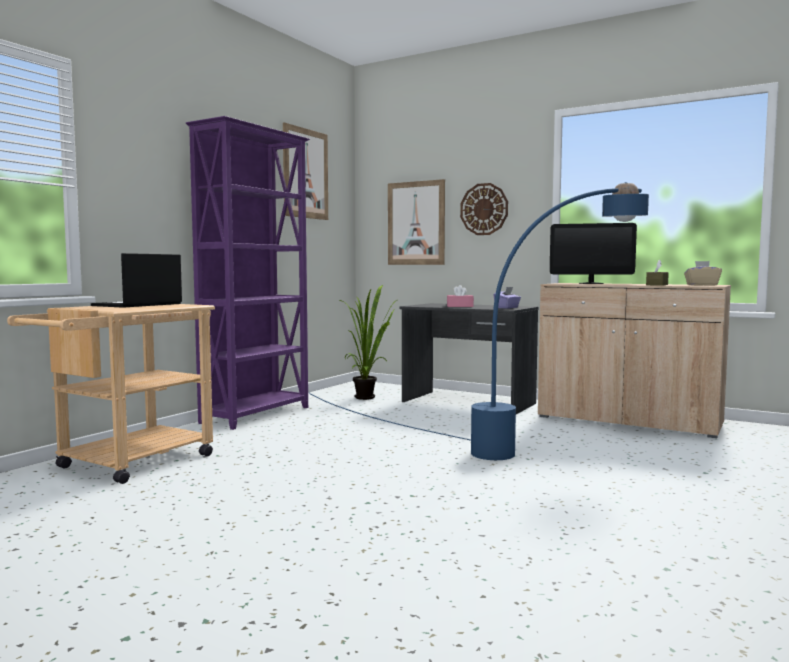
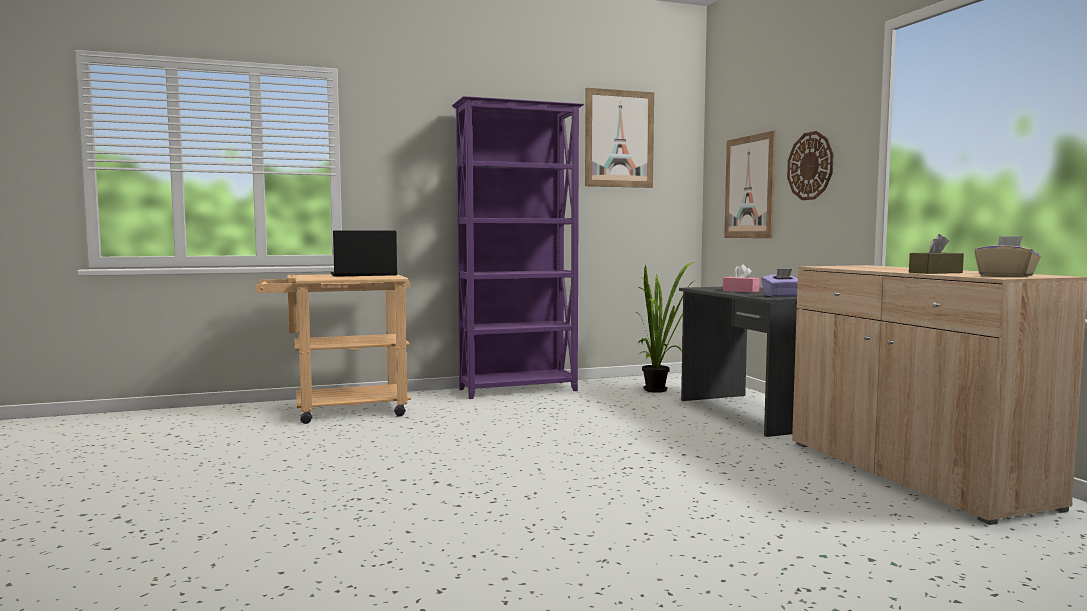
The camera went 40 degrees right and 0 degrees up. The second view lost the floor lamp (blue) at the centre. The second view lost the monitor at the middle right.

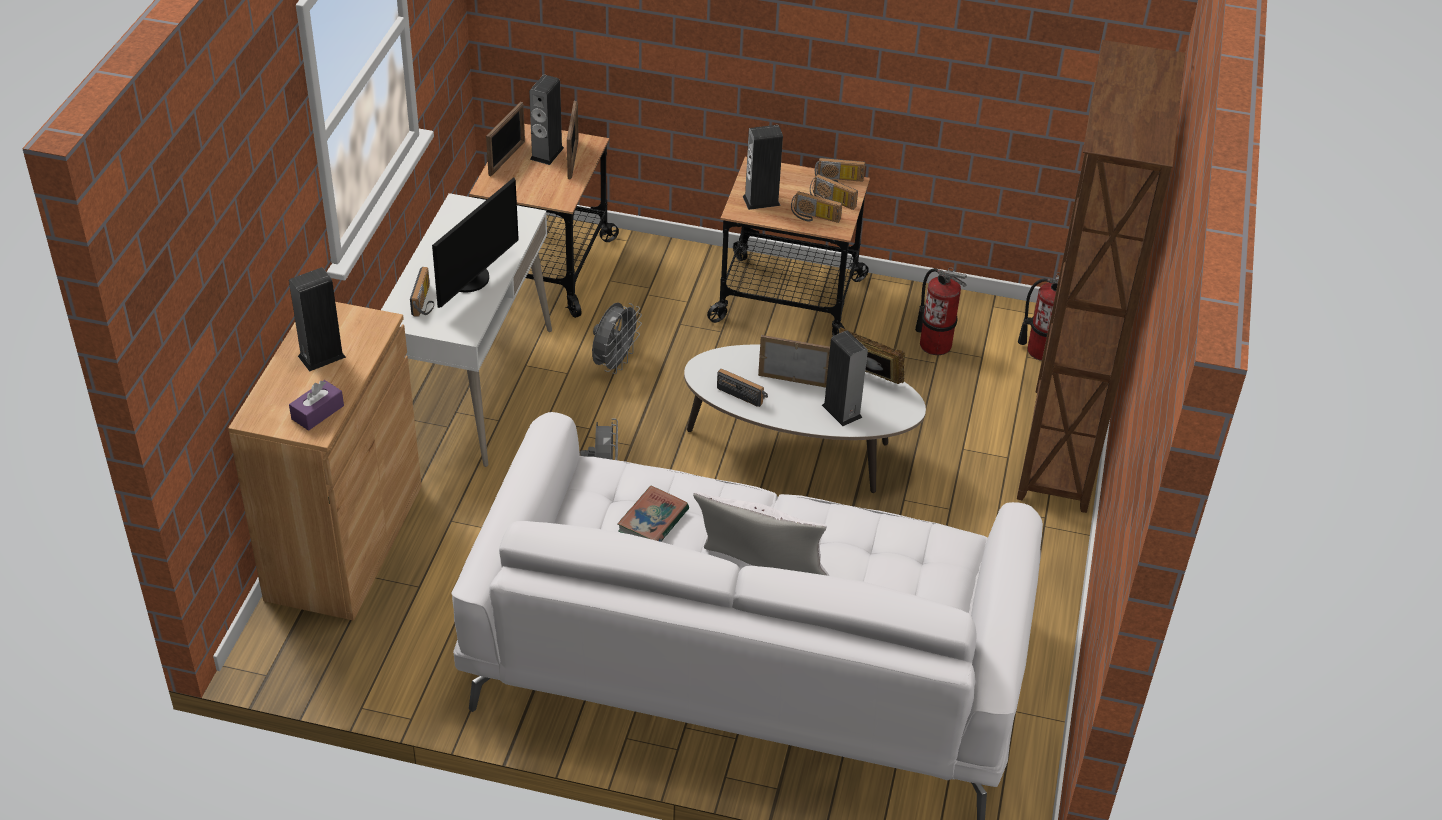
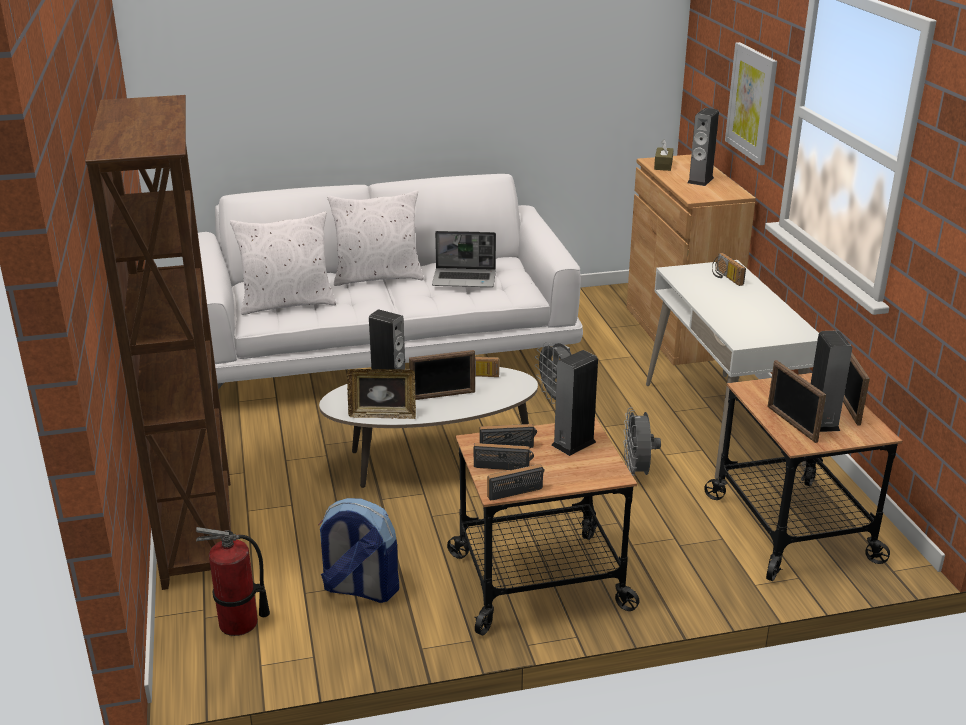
The camera went 155 degrees right and 15 degrees down. The second view gained the pillow (white) (1st from left) at the middle left. Where the fire extinguisher (1st from left) stood at the centre, the backpack came to stand at the bottom centre. Where the book stood at the centre, the laptop came to stand at the centre. What was the tissue box (purple) at the middle left turned into the tissue box (brown) at the top right. The second view gained the picture at the top right. The second view lost the monitor at the top left.

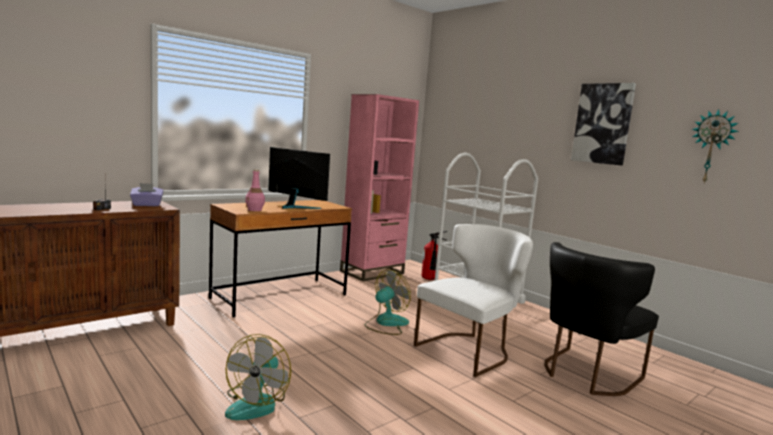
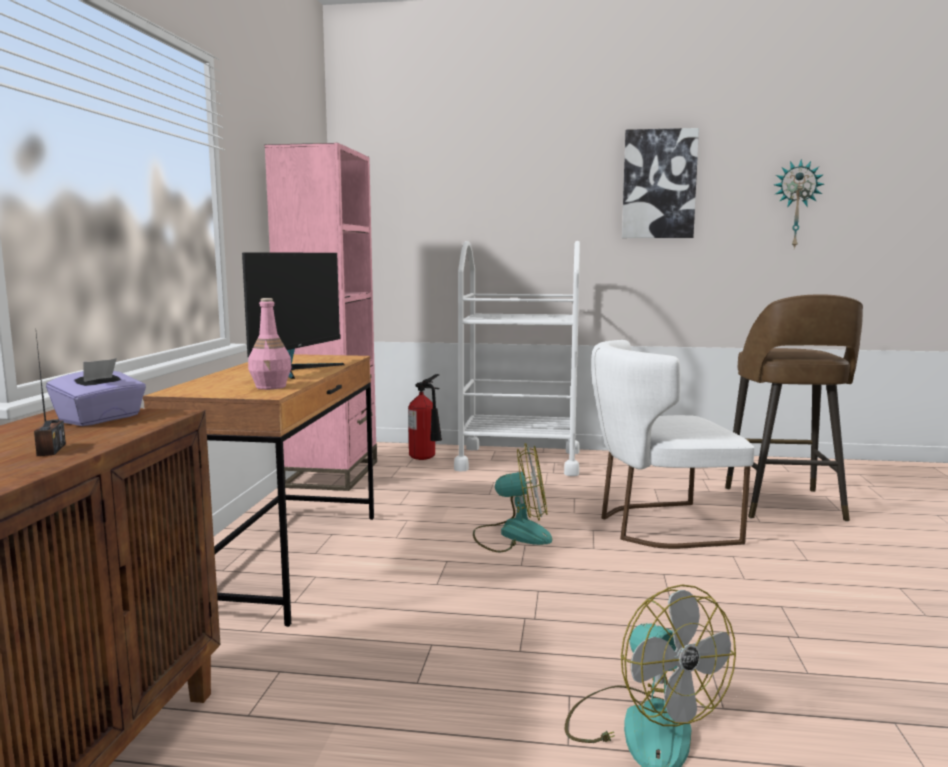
The camera went 40 degrees left and 0 degrees up. The monitor at the centre ended up facing another way, 120 degrees clockwise from before. The fan (2nd from left in the first image) at the bottom centre ended up facing another way, 90 degrees clockwise from before. The chair (white) at the bottom centre ended up facing another way, 105 degrees counterclockwise from before. Where the chair (black) stood at the bottom right, the stool (brown) came to stand at the middle right.

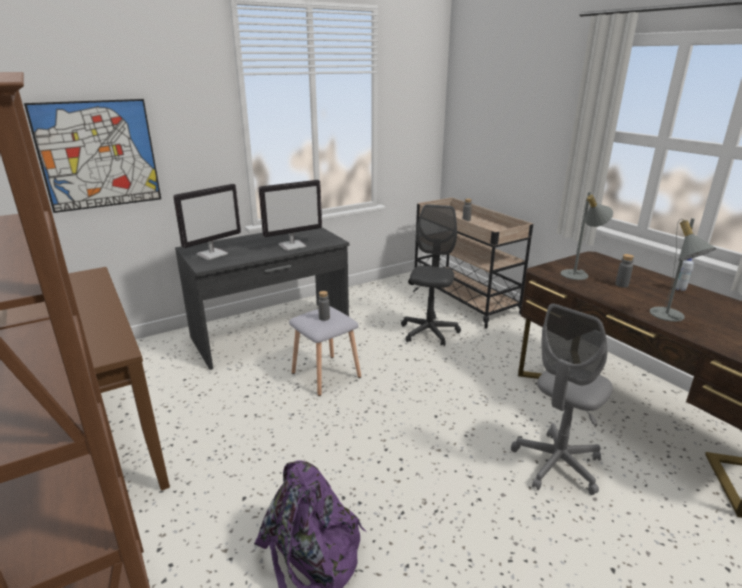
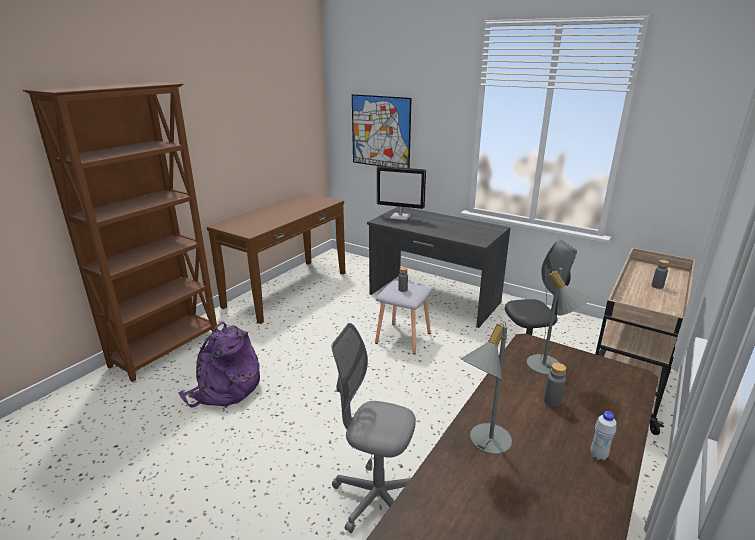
The camera went 65 degrees right and 0 degrees up. The second view lost the monitor (2nd from left) at the centre.

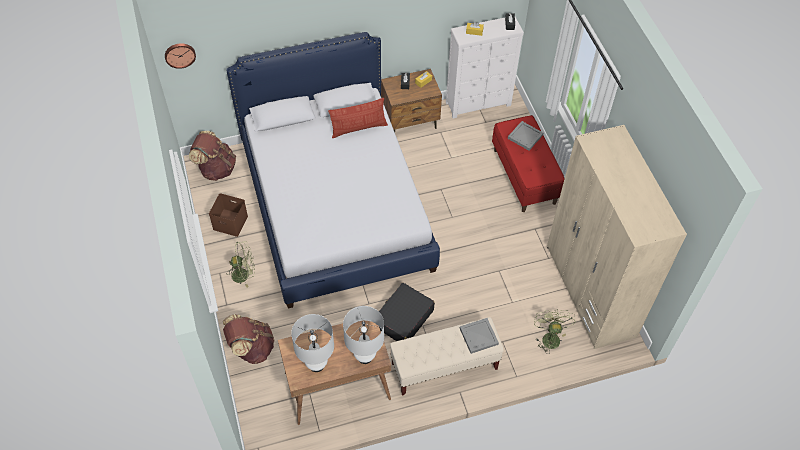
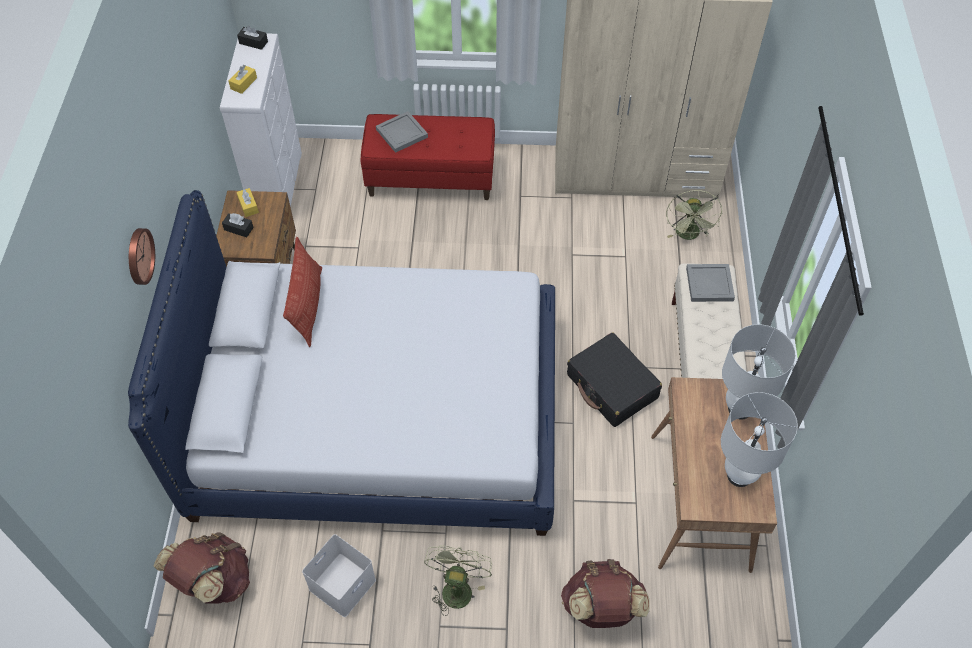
The camera went 70 degrees left and 0 degrees up. The wall clock ended up elsewhere, having gone from the top left to the middle left. What was the storage box (brown) at the middle left turned into the storage box (white) at the bottom centre. The fan (green) (2nd from left) at the bottom right ended up facing another way, 105 degrees counterclockwise from before.

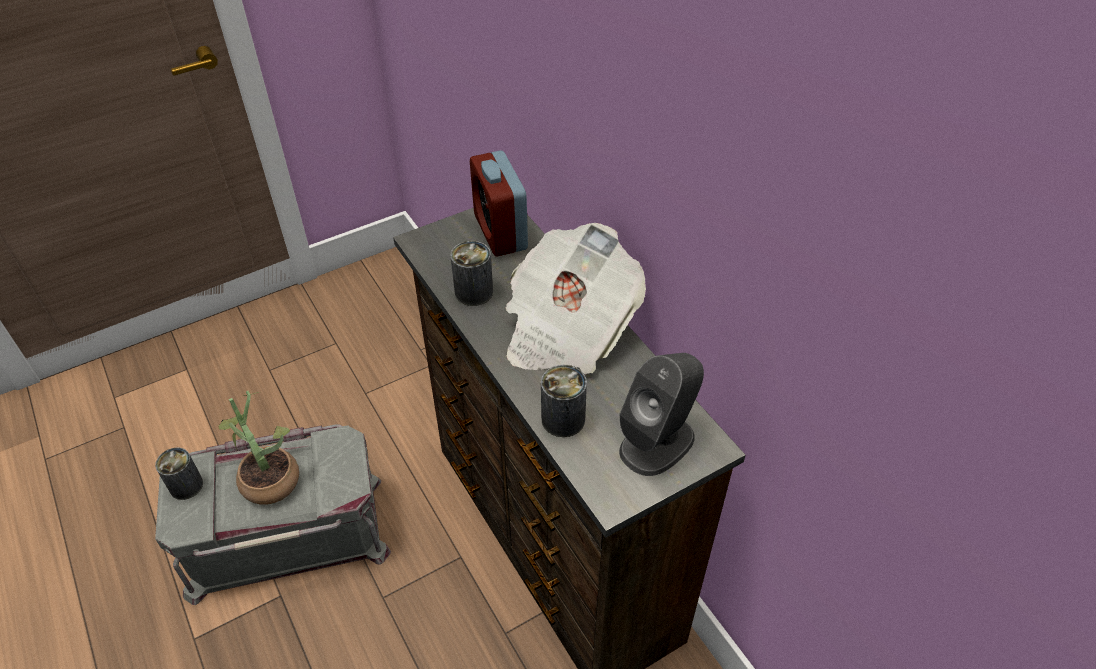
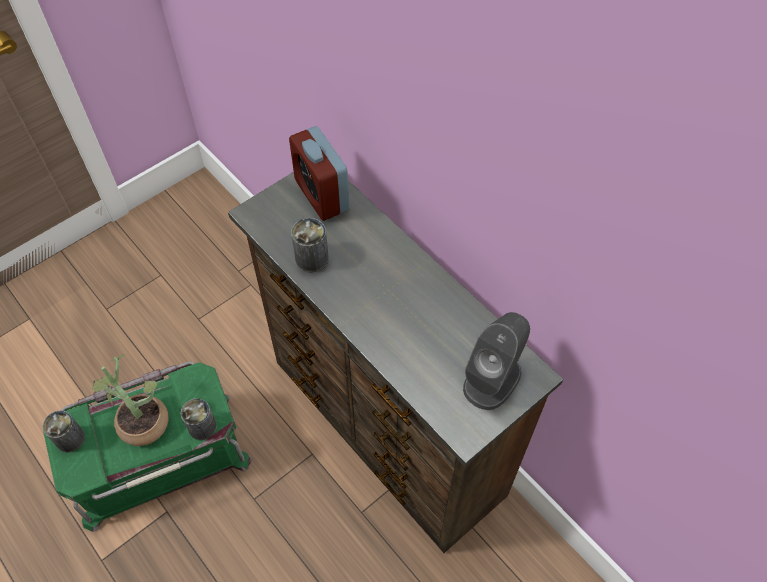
The camera went 10 degrees left and 10 degrees up. What was the storage box (grey) at the bottom left turned into the storage box (green) at the bottom left. The can (3rd from left in the first image) ended up elsewhere, having gone from the centre to the bottom left. The second view lost the newspaper at the centre.

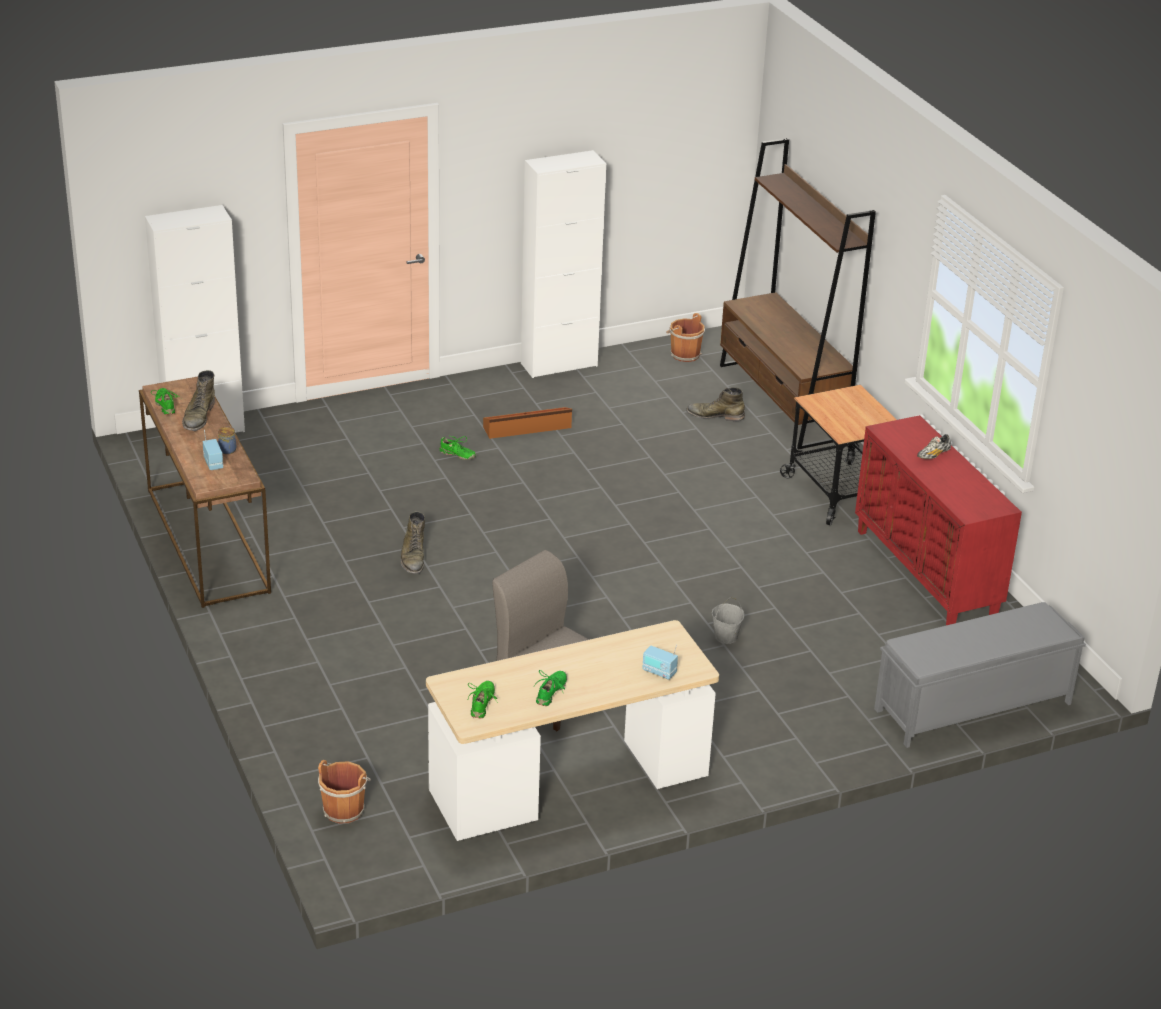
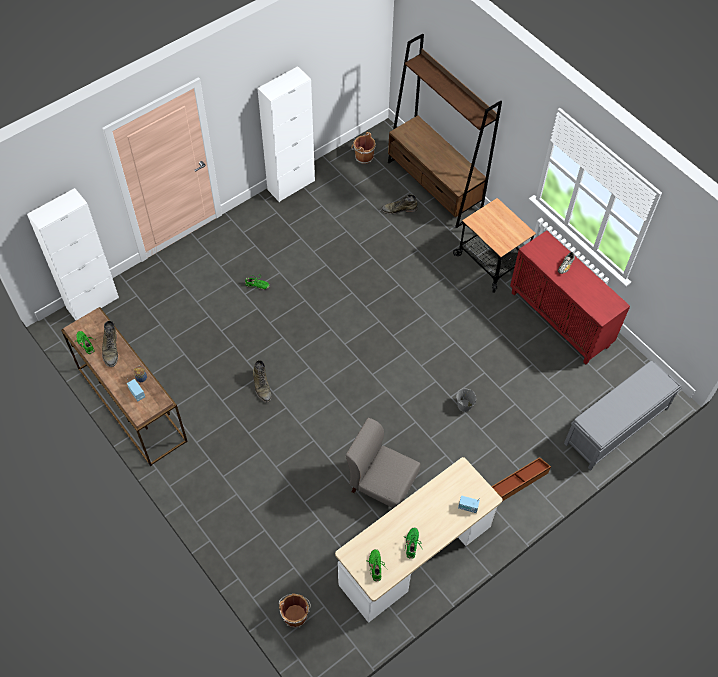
The camera went 15 degrees left and 25 degrees up. The storage box (brown) ended up elsewhere, having gone from the centre to the bottom right.

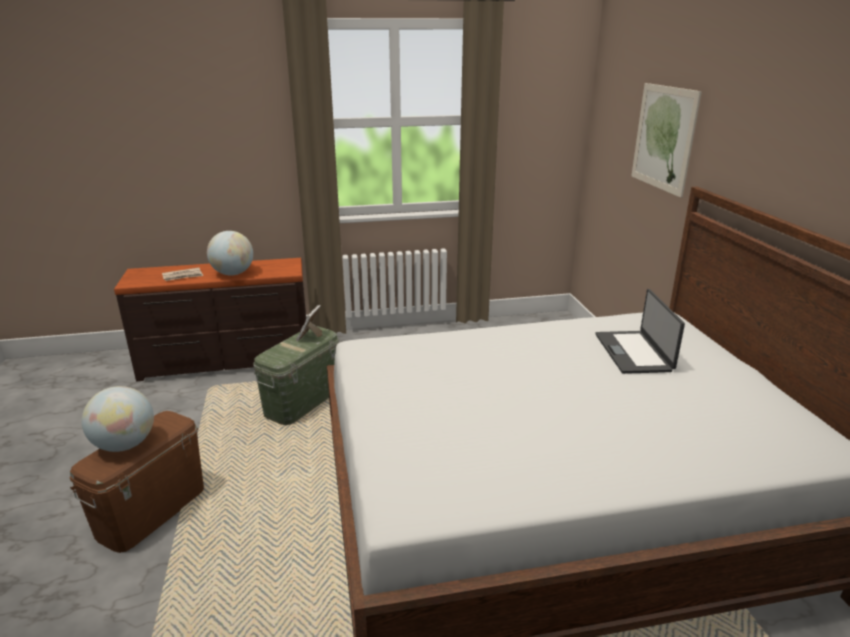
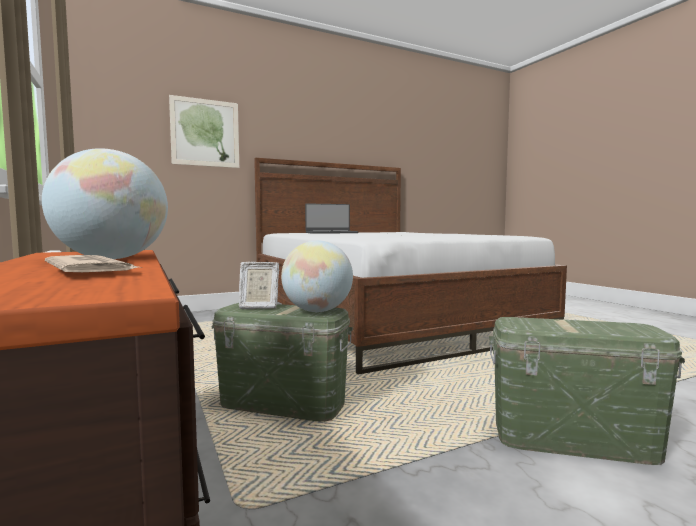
The camera went 105 degrees left and 20 degrees down. The globe (1st from left in the first image) ended up elsewhere, having gone from the middle left to the centre. What was the storage box (brown) at the bottom left turned into the storage box (green) (2nd from left) at the bottom right.

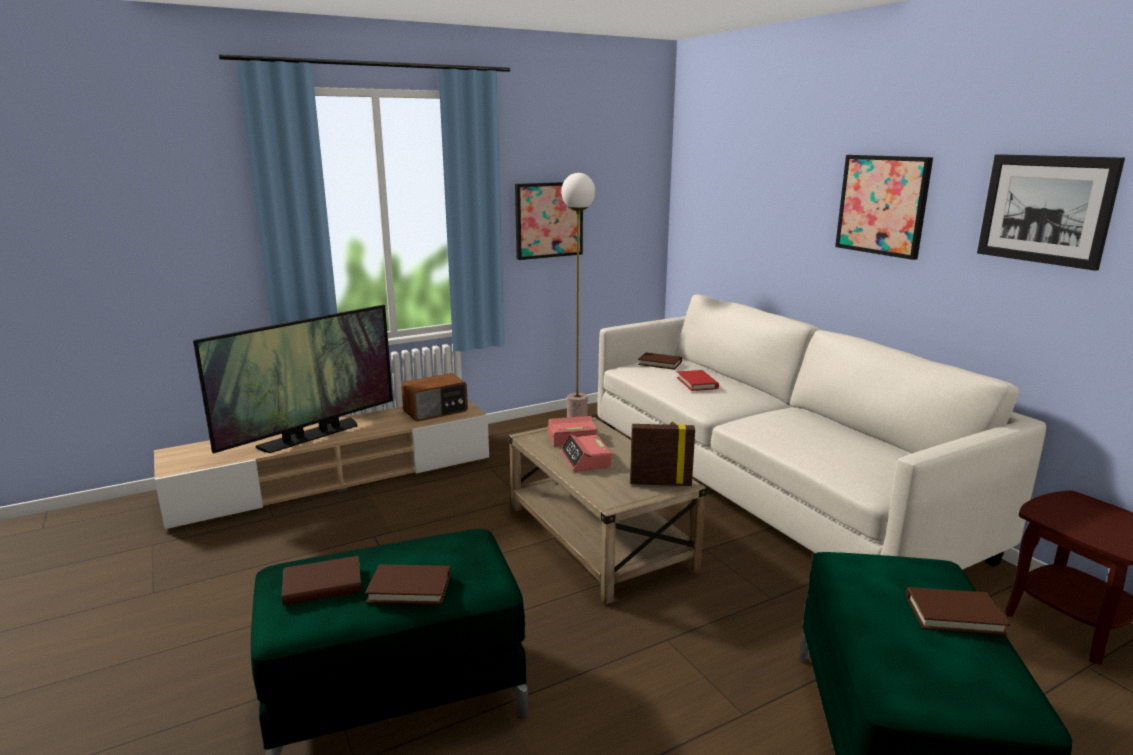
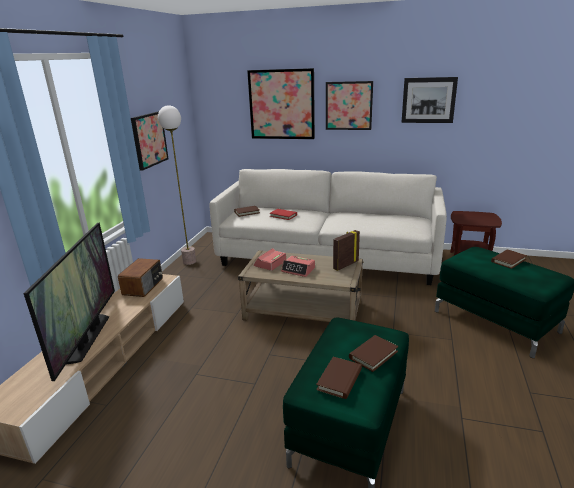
The camera went 45 degrees left and 5 degrees up. The second view gained the picture (2nd from left) at the top centre.

